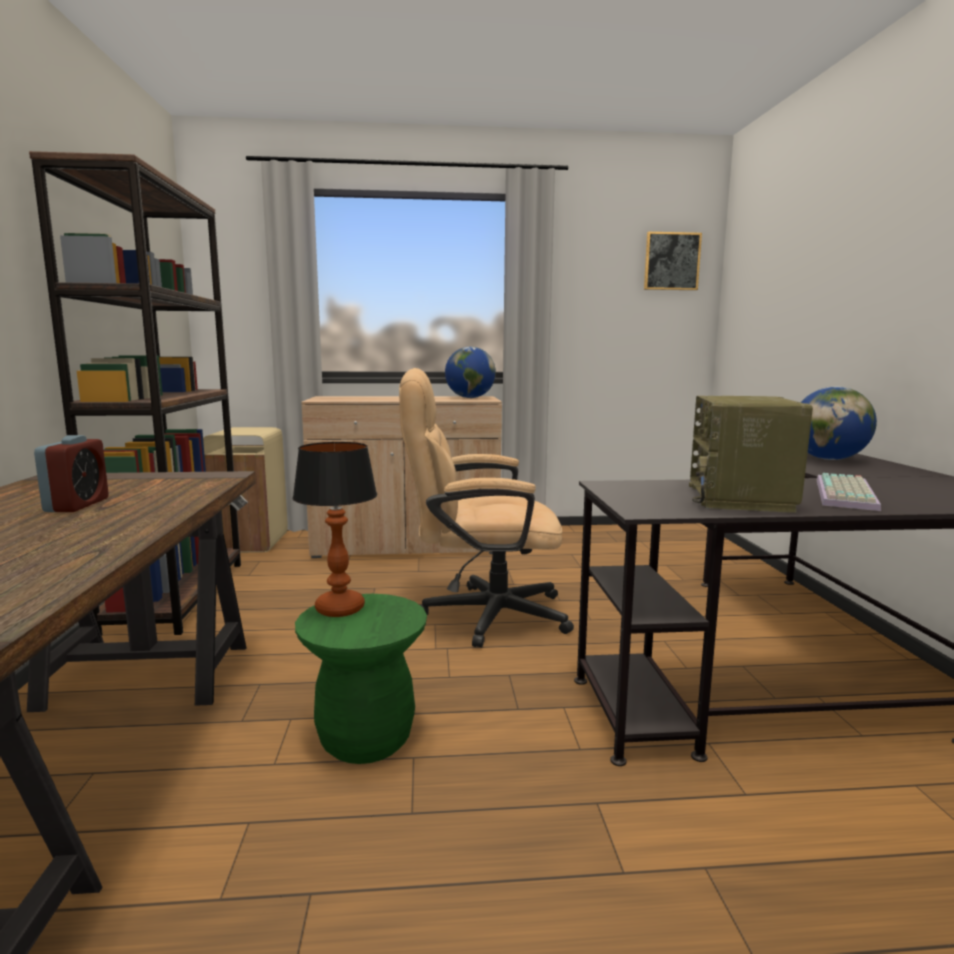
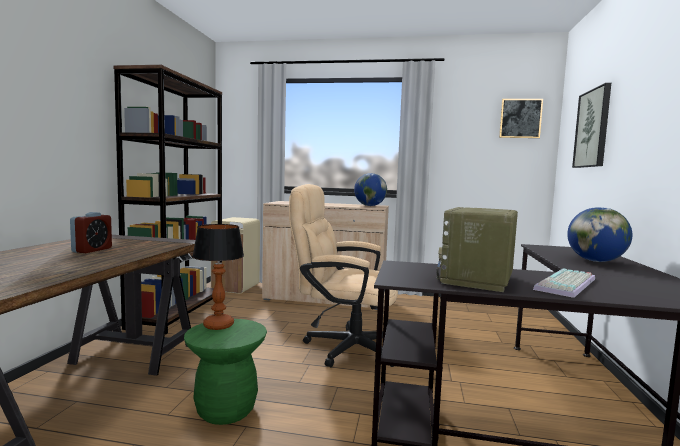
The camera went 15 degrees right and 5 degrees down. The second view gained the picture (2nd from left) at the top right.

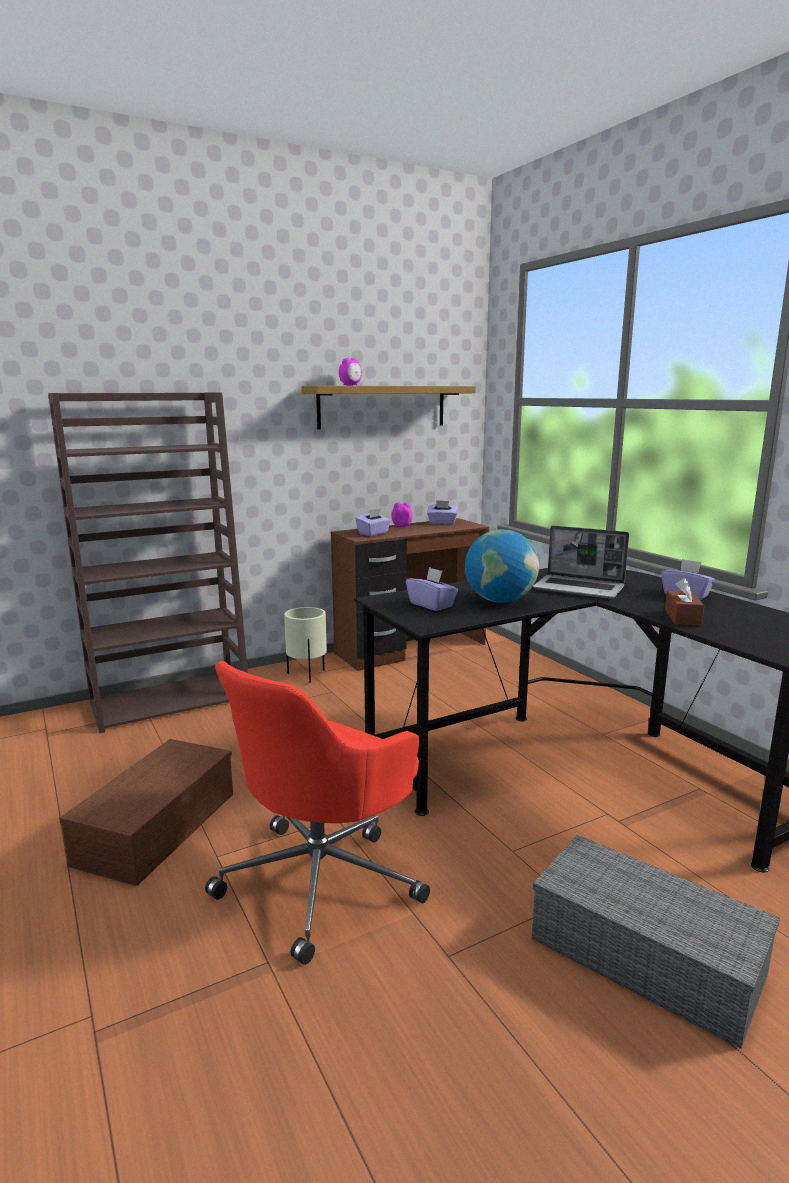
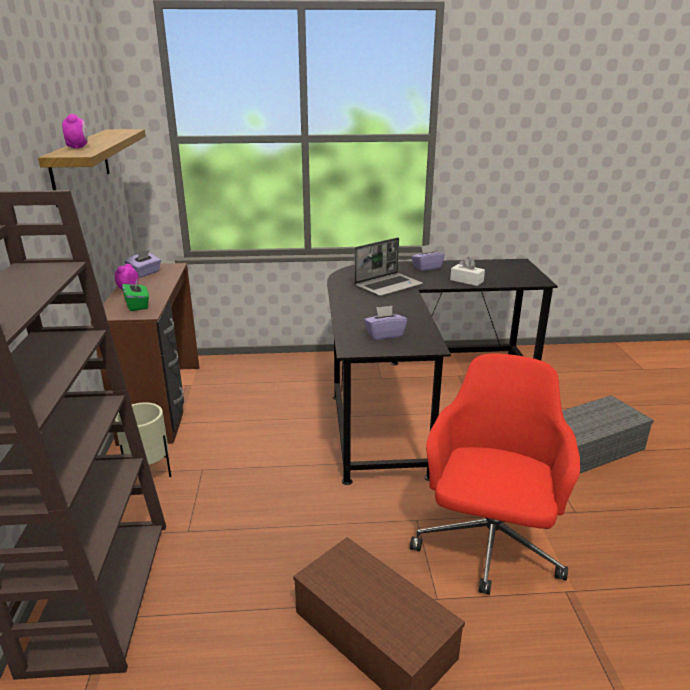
The camera went 65 degrees left and 10 degrees up. What was the tissue box (purple) (1st from left) at the centre turned into the tissue box (green) at the middle left. The office chair (red) at the bottom centre ended up facing another way, 135 degrees counterclockwise from before. What was the tissue box (brown) at the middle right turned into the tissue box (white) at the middle right. The second view lost the globe at the centre.

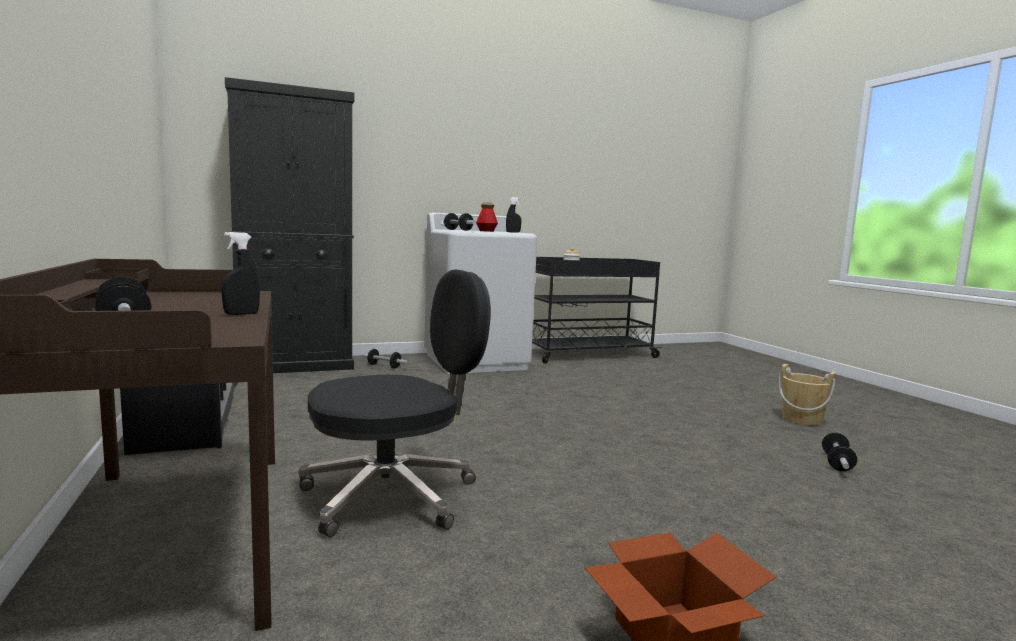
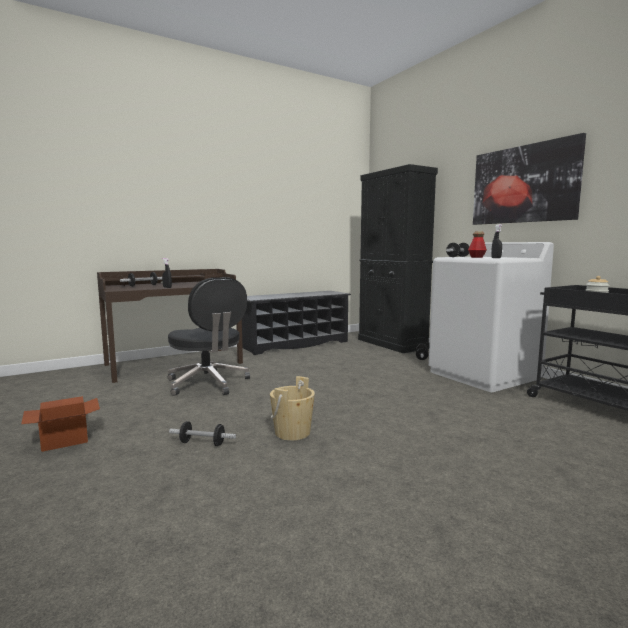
The camera went 80 degrees right and 0 degrees up. The dumbbell (4th from left in the first image) ended up elsewhere, having gone from the bottom right to the bottom left. The bucket (beige) ended up elsewhere, having gone from the middle right to the centre. The second view gained the picture at the top right.

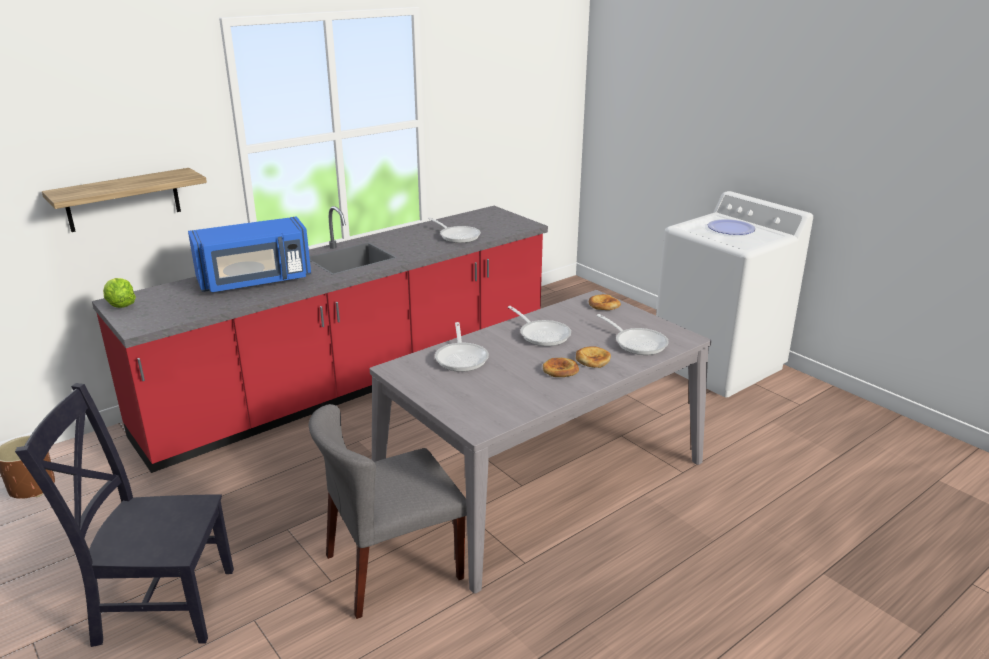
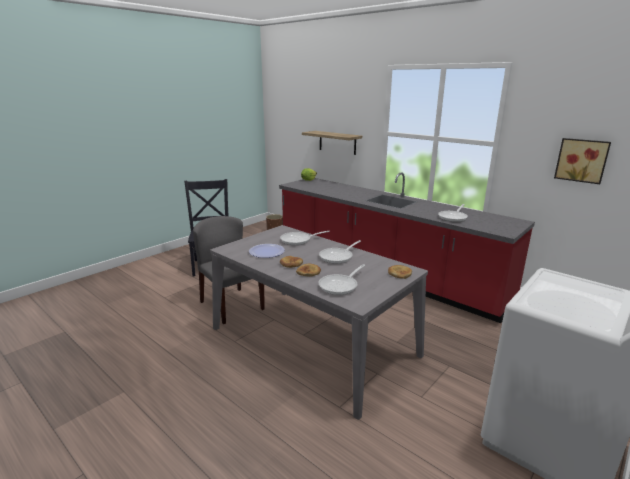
The camera went 80 degrees right and 5 degrees down. The plate ended up elsewhere, having gone from the middle right to the centre. The second view gained the picture at the middle right. The second view lost the microwave (blue) at the middle left.

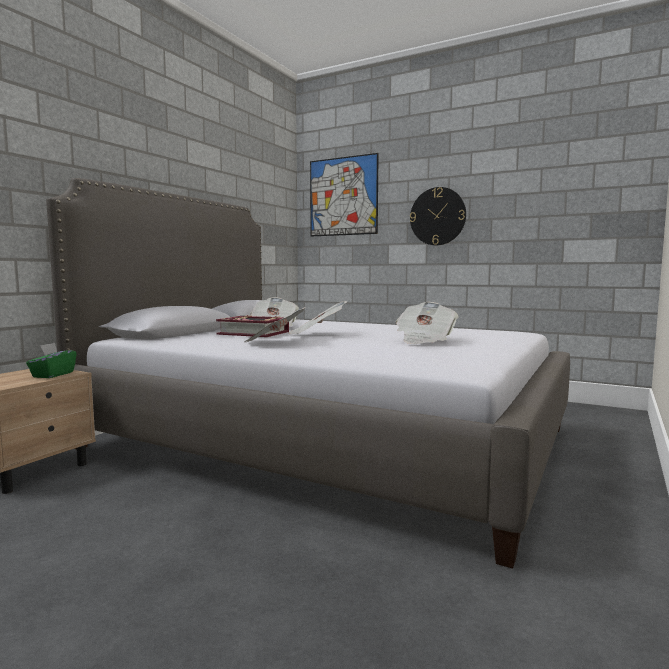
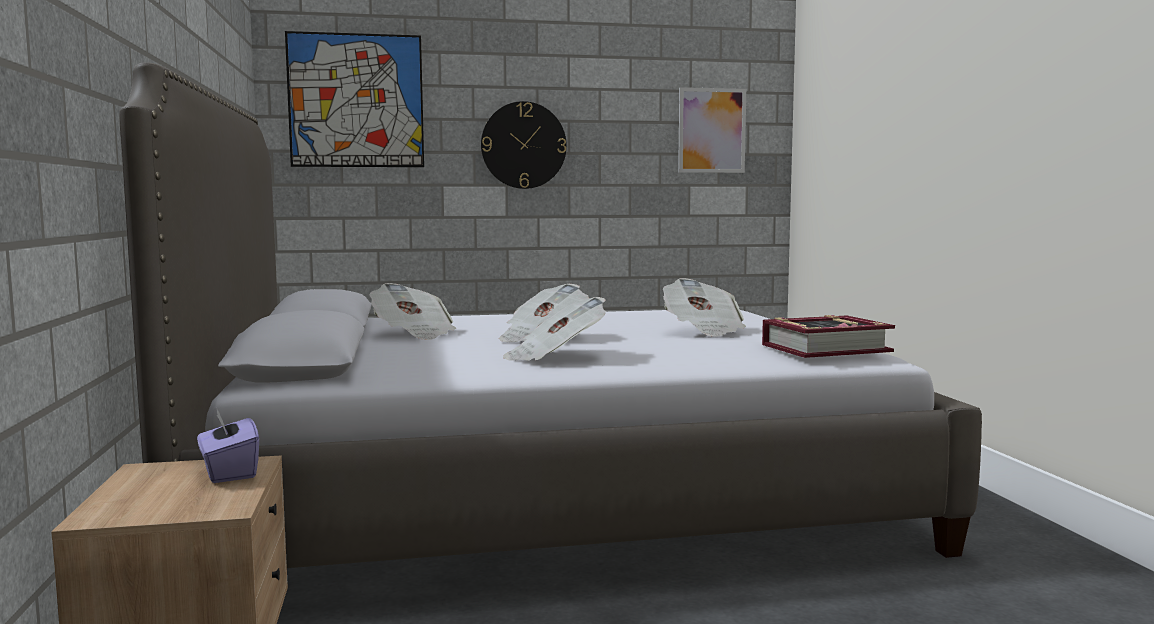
The camera went 40 degrees left and 0 degrees up. What was the tissue box (green) at the middle left turned into the tissue box (purple) at the bottom left. The second view gained the picture (2nd from left) at the top centre. The book ended up elsewhere, having gone from the centre to the middle right.

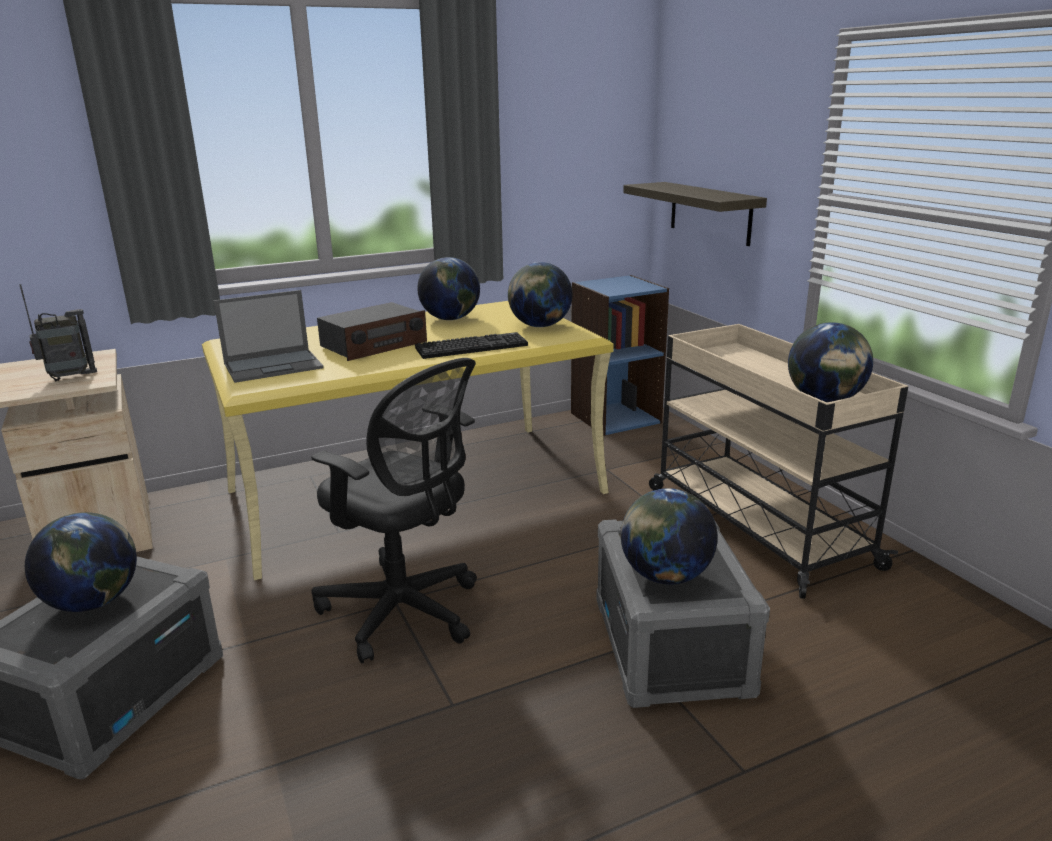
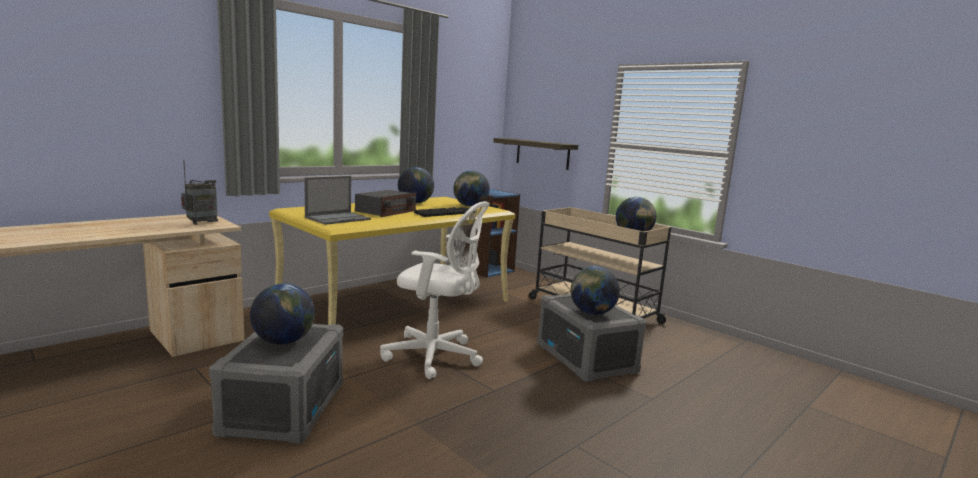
The camera went 20 degrees left and 10 degrees down. What was the office chair (black) at the centre turned into the office chair (white) at the centre.

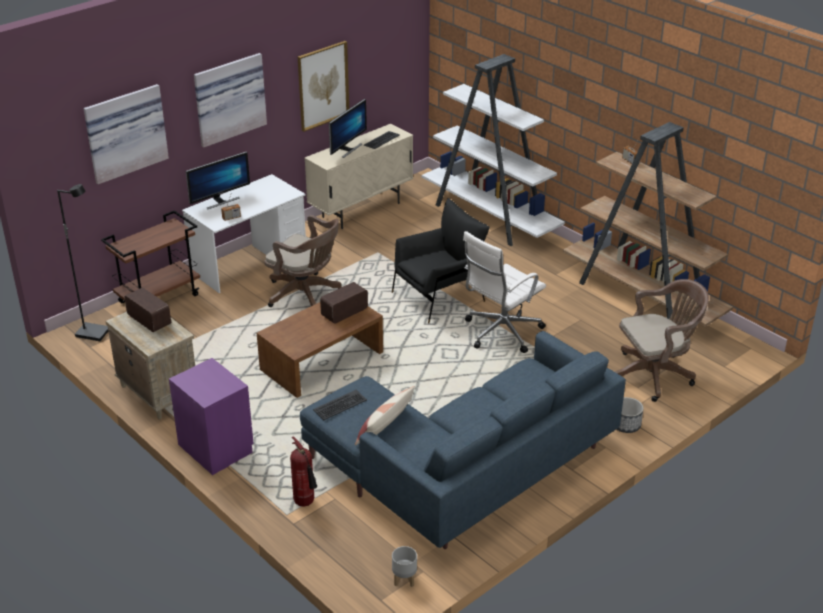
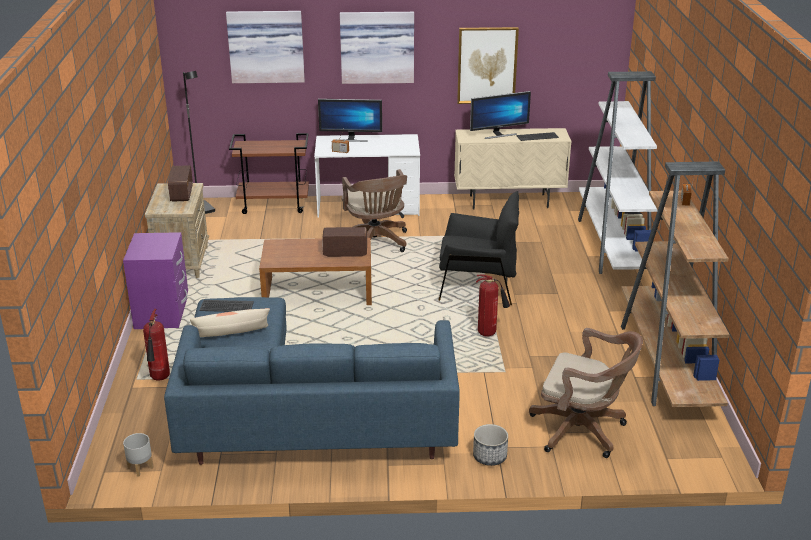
The camera went 40 degrees right and 5 degrees down. Where the office chair (white) stood at the centre, the fire extinguisher (2nd from left) came to stand at the centre.

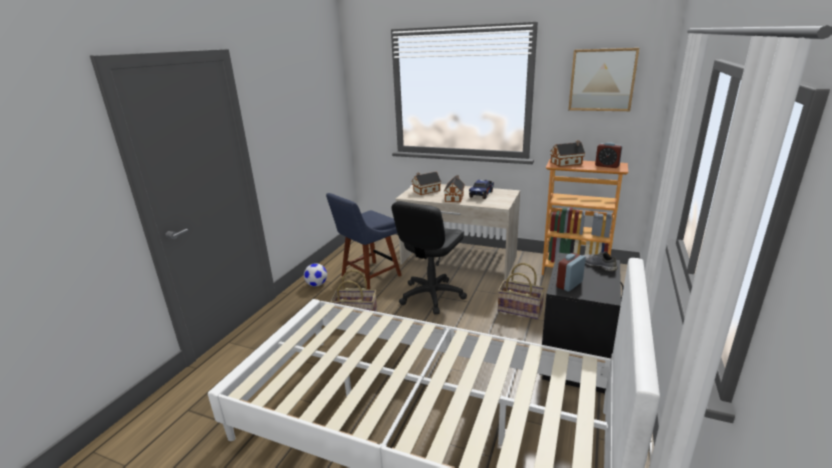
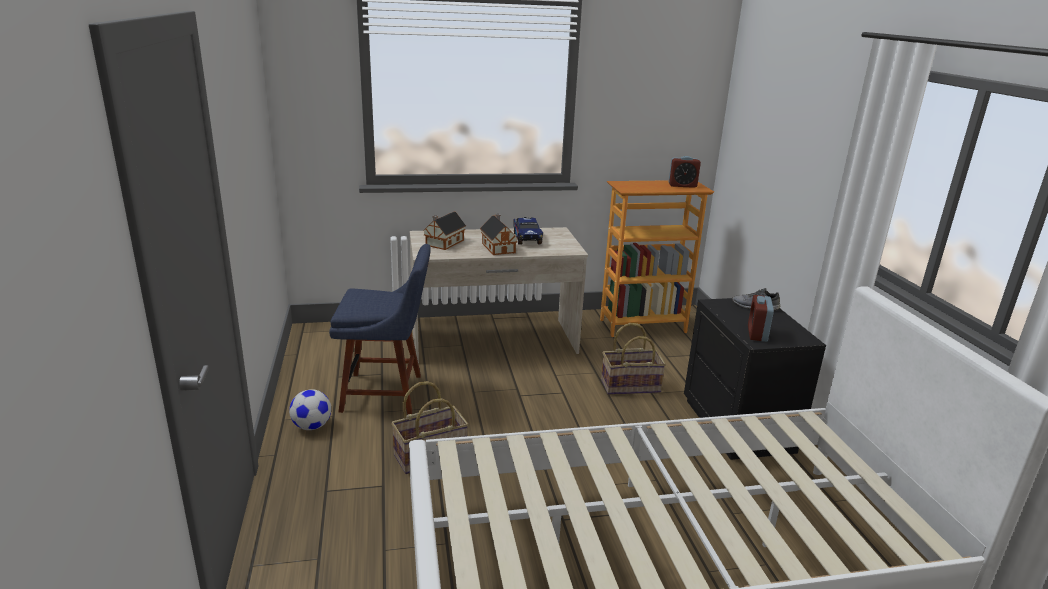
The camera went 35 degrees left and 0 degrees up. The chair (blue) at the centre ended up facing another way, 105 degrees counterclockwise from before. The second view lost the office chair (black) at the centre. The second view lost the toy house (3rd from left) at the top right. The second view lost the picture at the top right.

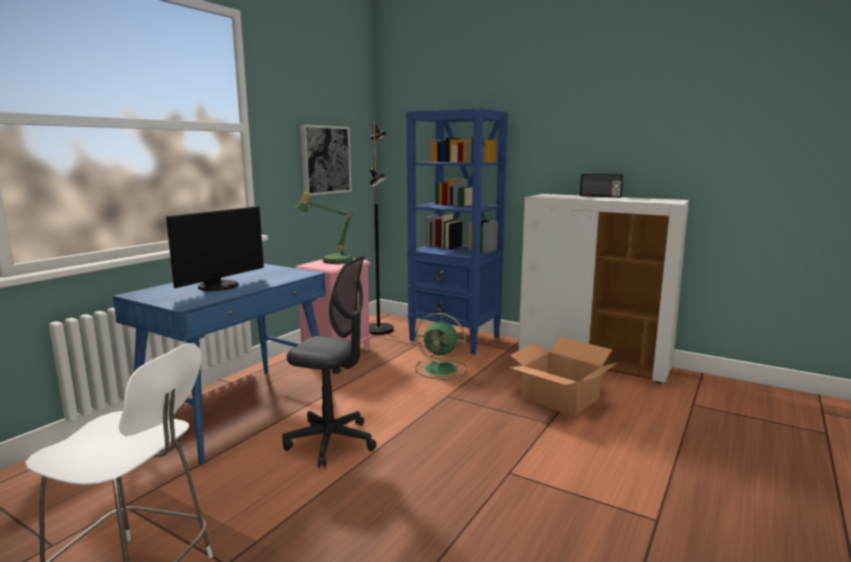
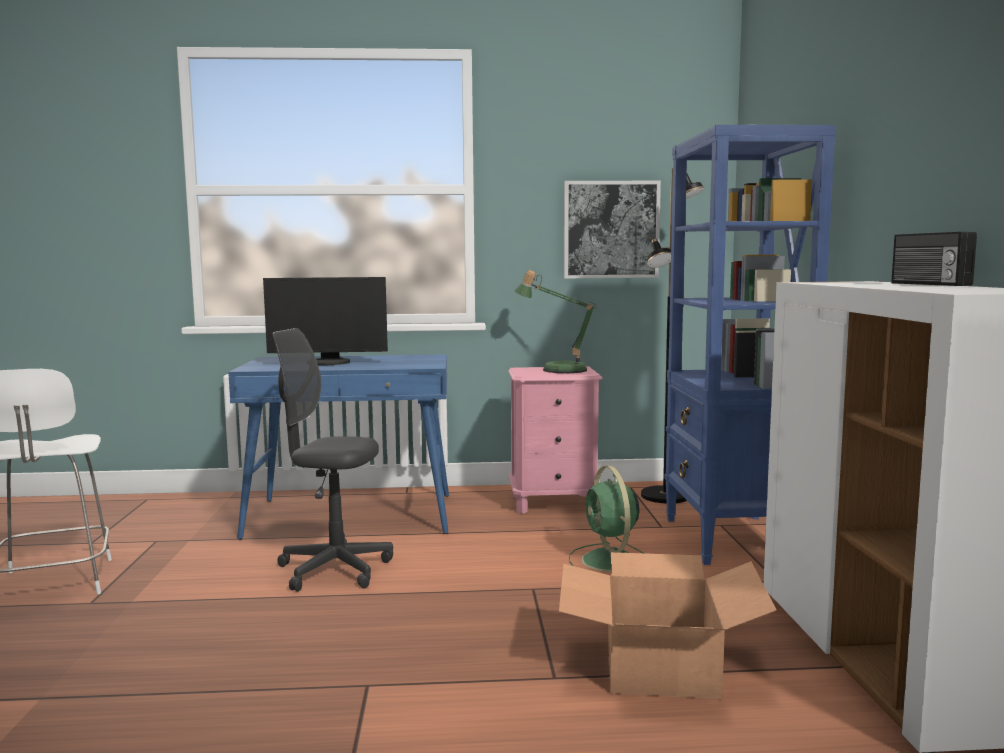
The camera went 55 degrees right and 5 degrees down. The office chair (grey) at the centre ended up facing another way, 120 degrees clockwise from before.

